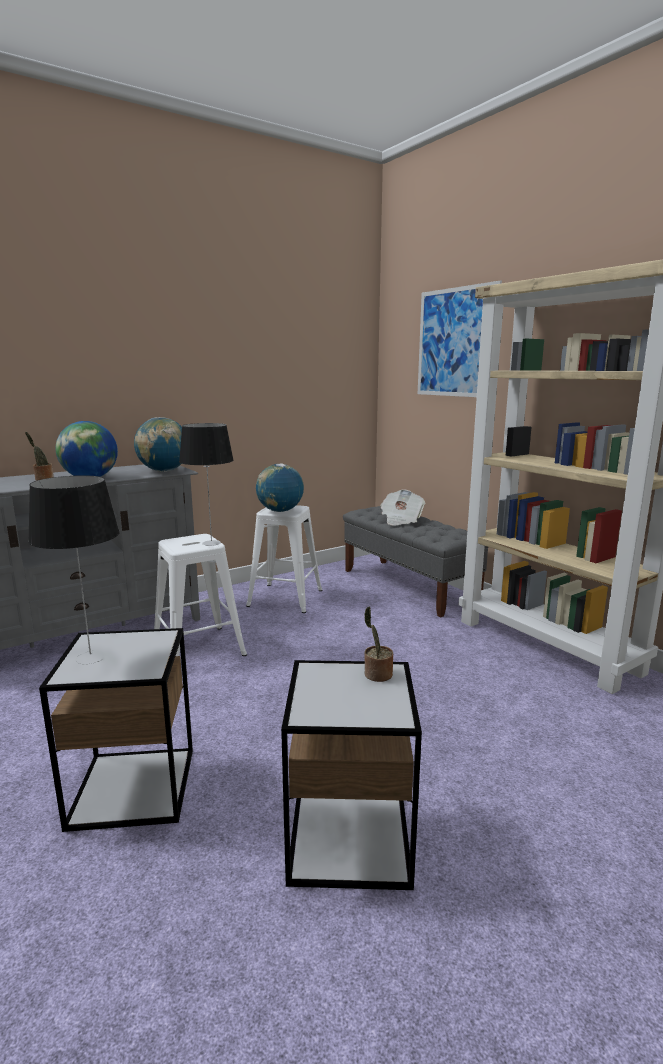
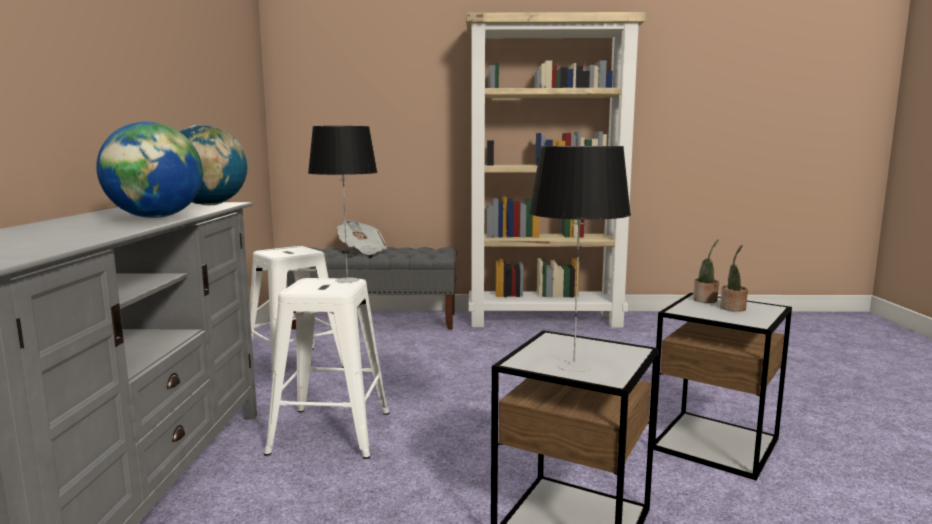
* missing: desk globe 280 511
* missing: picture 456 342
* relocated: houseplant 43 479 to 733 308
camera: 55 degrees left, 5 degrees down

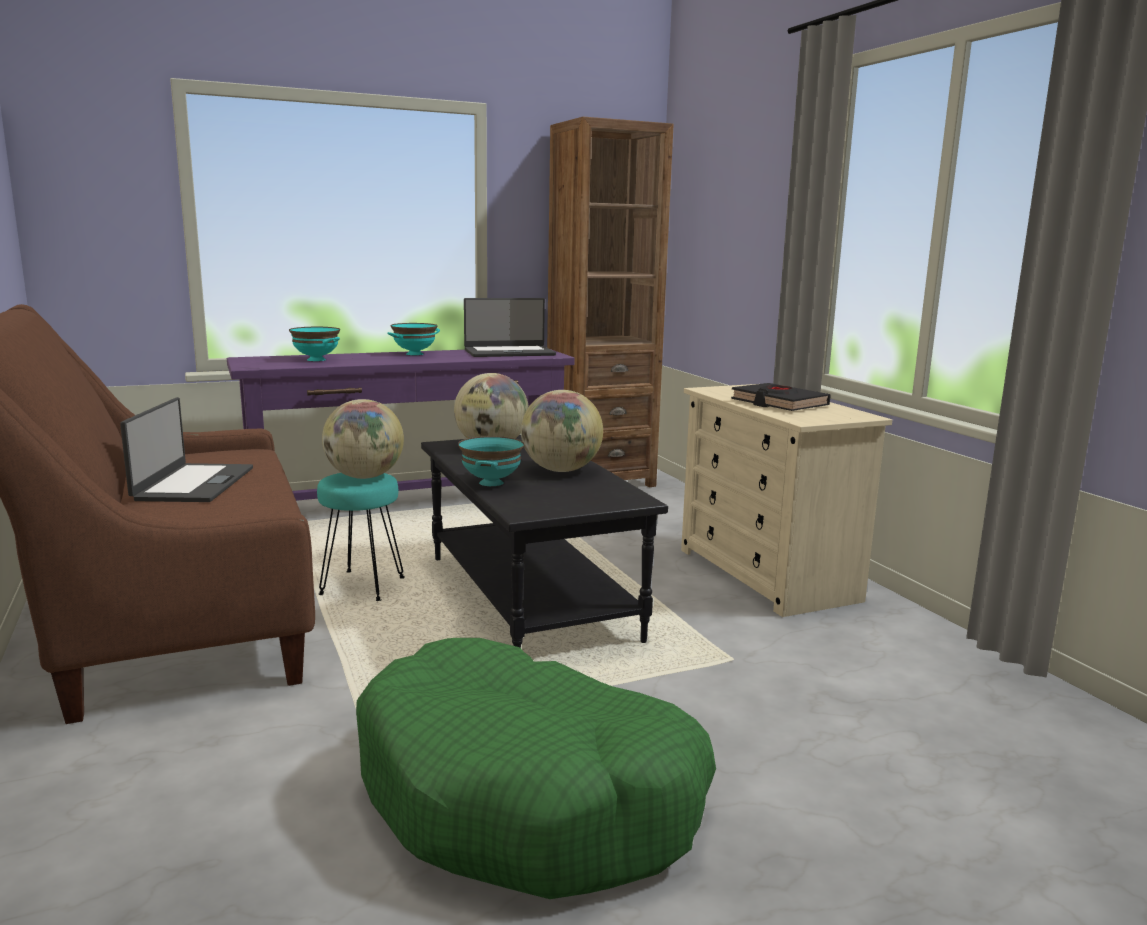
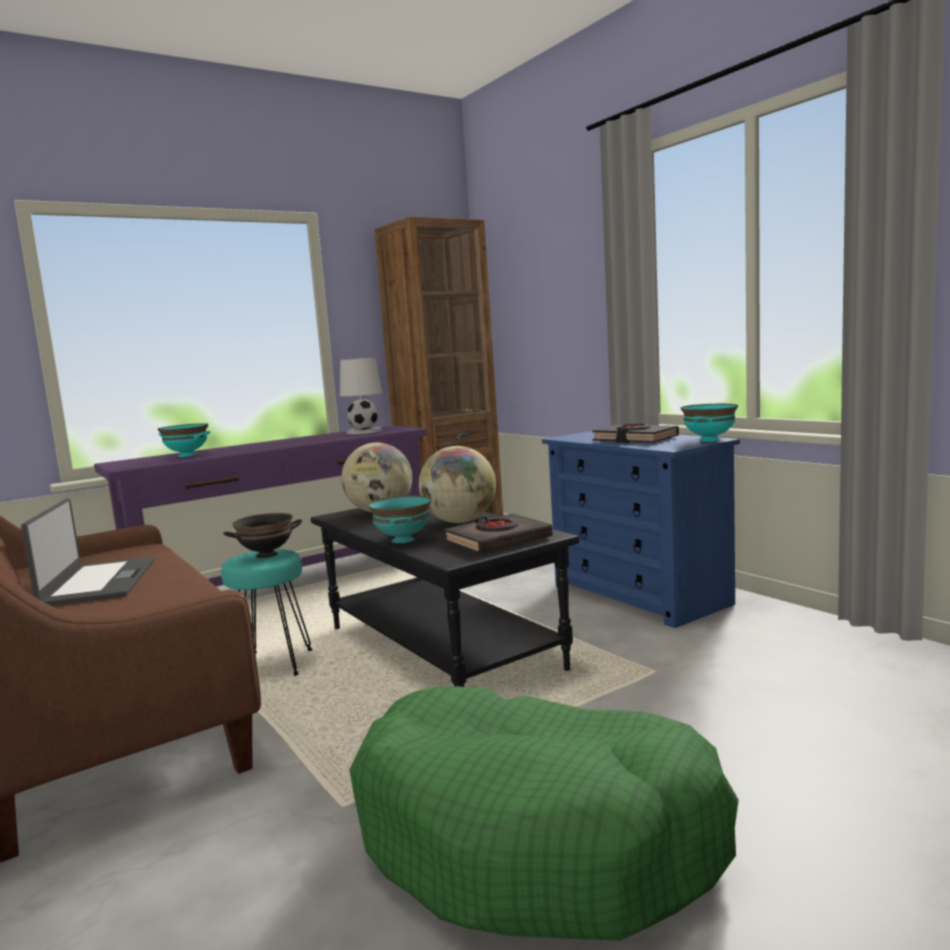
* appeared: black-coloured volume 498 540
* relocated: turquoise bowl 414 354 to 710 440
* exchanged: desk globe 364 477 to black-coloured bowl 266 555
* exchanged: laptop 509 352 to white table lamp 364 431
* colour: beige-coloured drawer chest 767 575 to blue-coloured drawer chest 640 595
camera: 10 degrees left, 5 degrees down

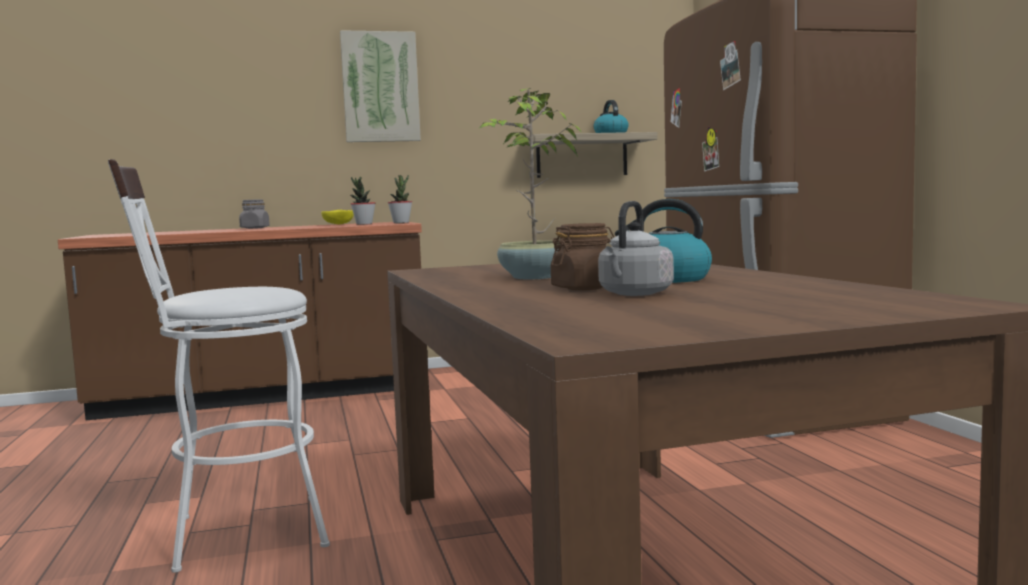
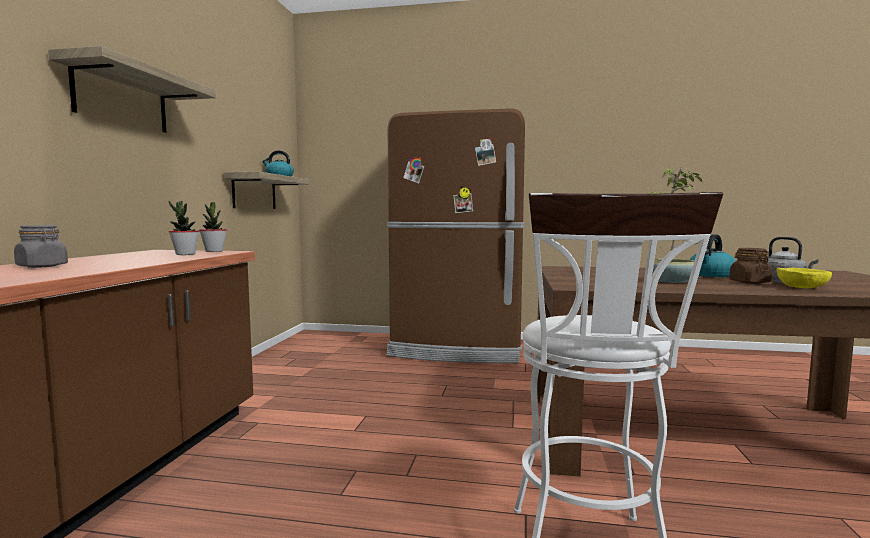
* relocated: yellowish bowl 338 224 to 801 288
* exchanged: picture 380 87 to bracket shelf 122 99
camera: 65 degrees left, 0 degrees up

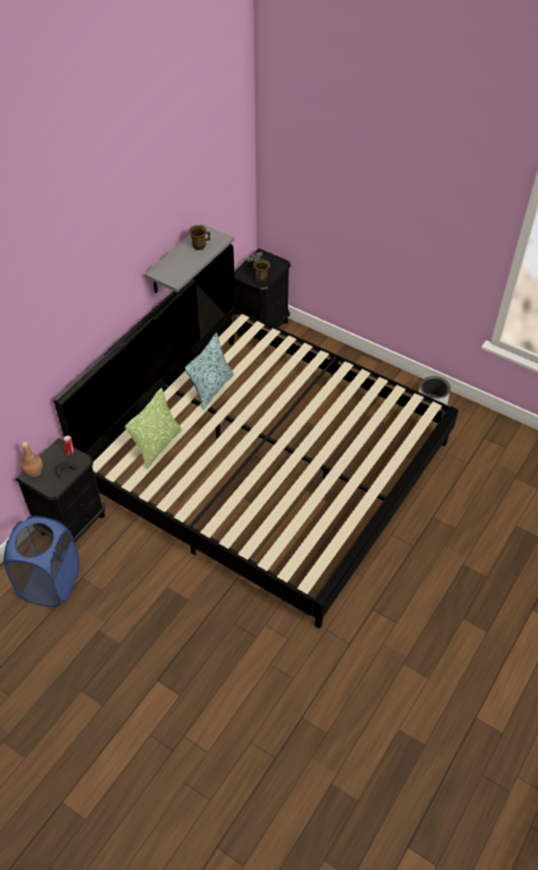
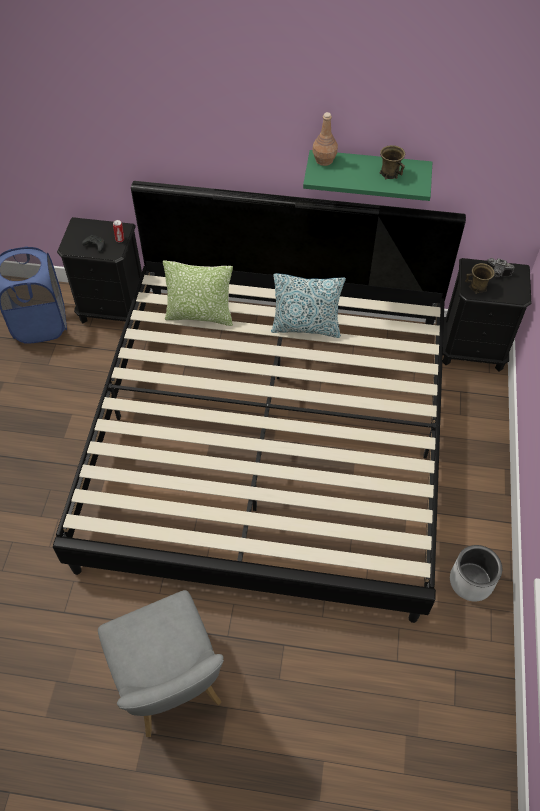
* appeared: greyish upright chair 171 686
* relocated: brownish beverage bottle 34 471 to 324 160
* colour: greyish bracket shelf 174 260 to green-coloured bracket shelf 368 172
camera: 65 degrees right, 5 degrees up

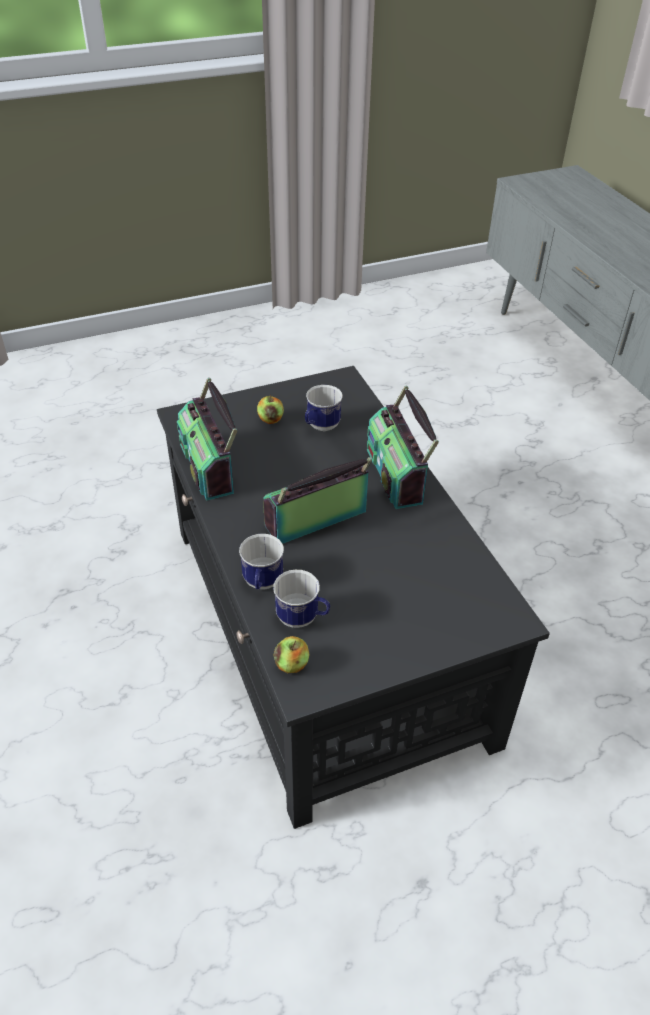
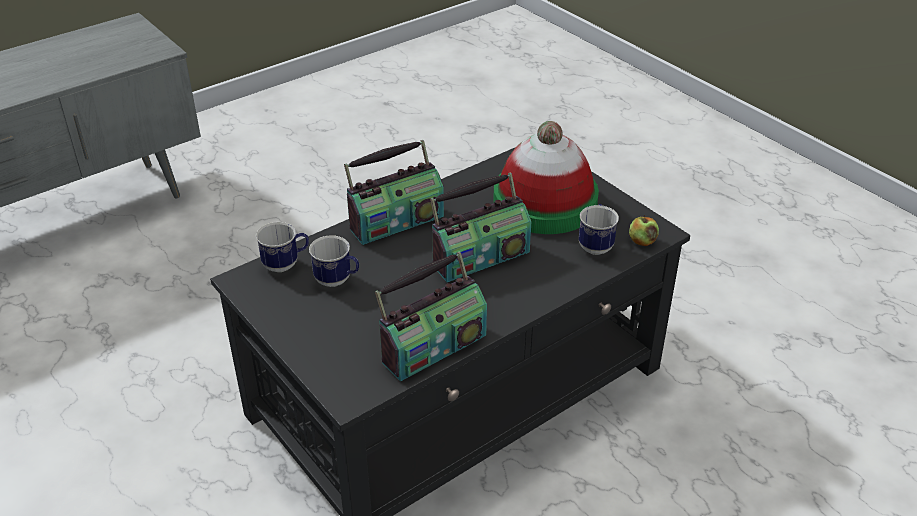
* missing: whole apple 270 419
* appeared: hat 545 202
* relocated: tea mug 262 584 to 286 264
* spun: radio 317 521 = 480 257 75 degrees counterclockwise
camera: 105 degrees left, 5 degrees down

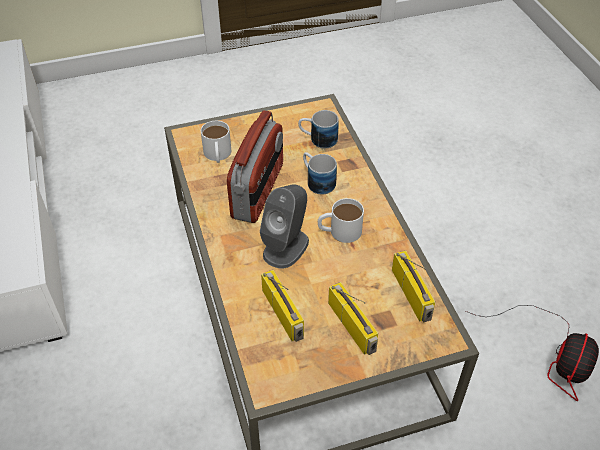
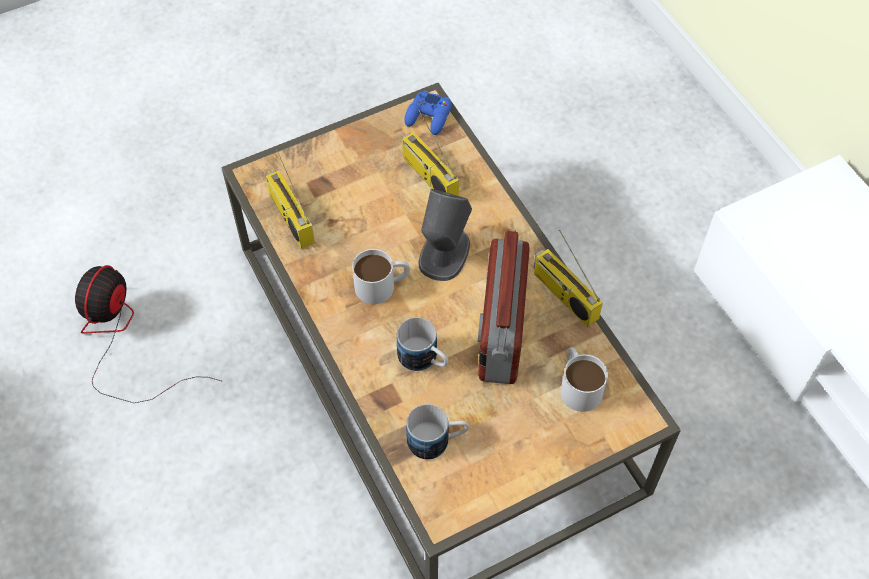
* appeared: blue-coloured joypad 428 117
* relocated: radio 353 326 to 563 295
camera: 170 degrees right, 10 degrees up

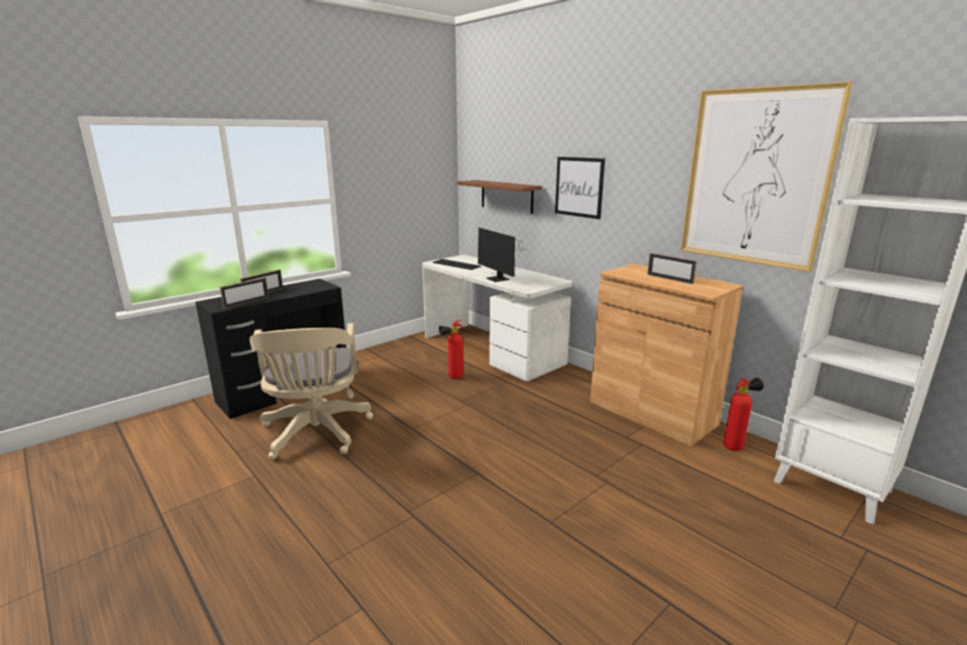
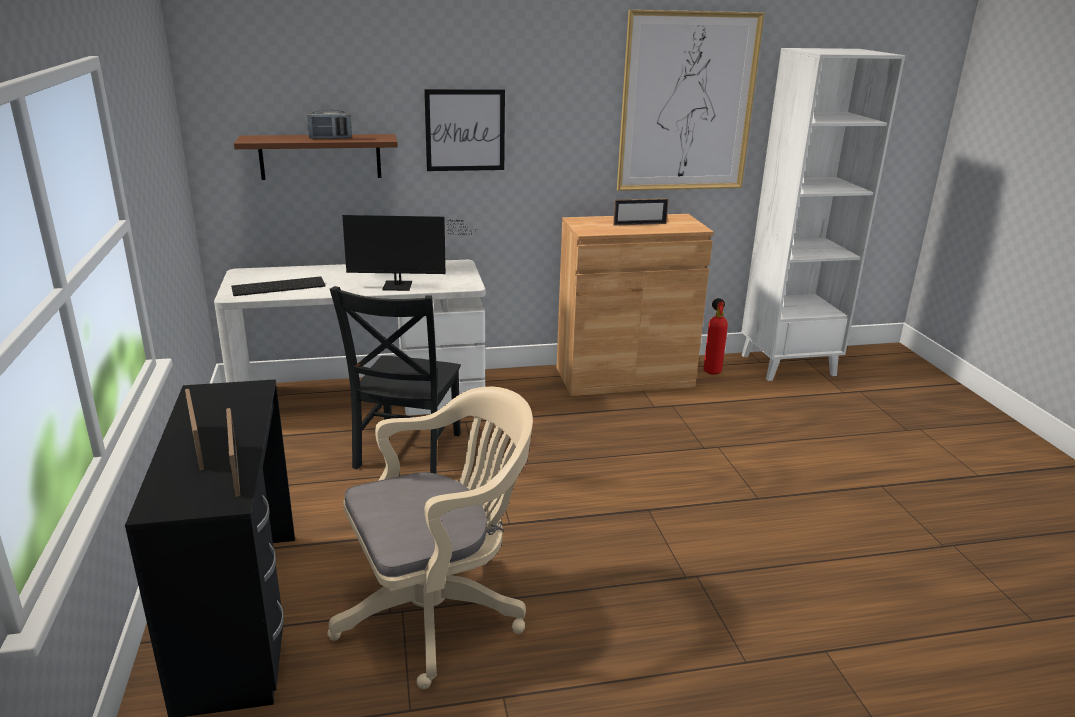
* appeared: radio 330 138
* exchanged: fire extinguisher 452 378 to black-coloured upright chair 406 453
* spun: beige-coloured office chair 316 434 = 439 611 45 degrees counterclockwise
camera: 60 degrees left, 5 degrees up

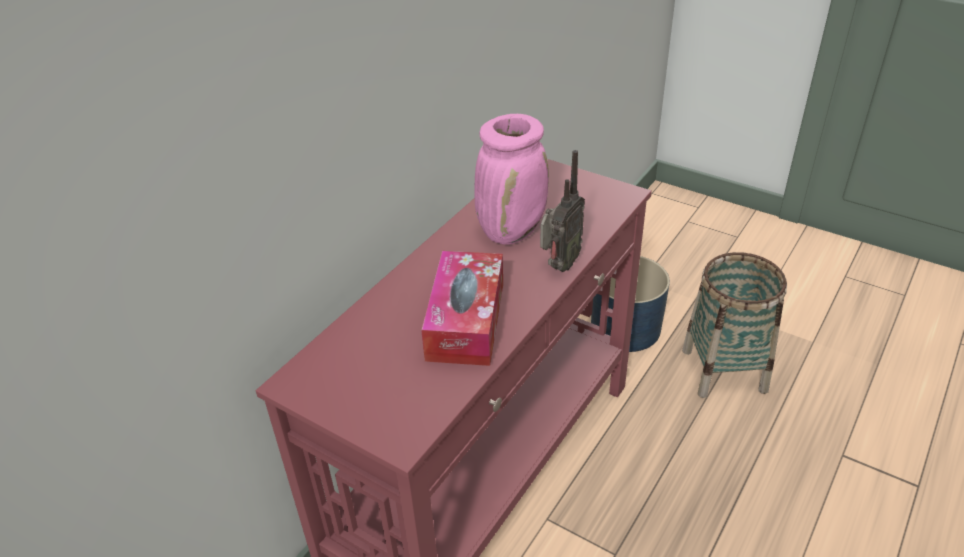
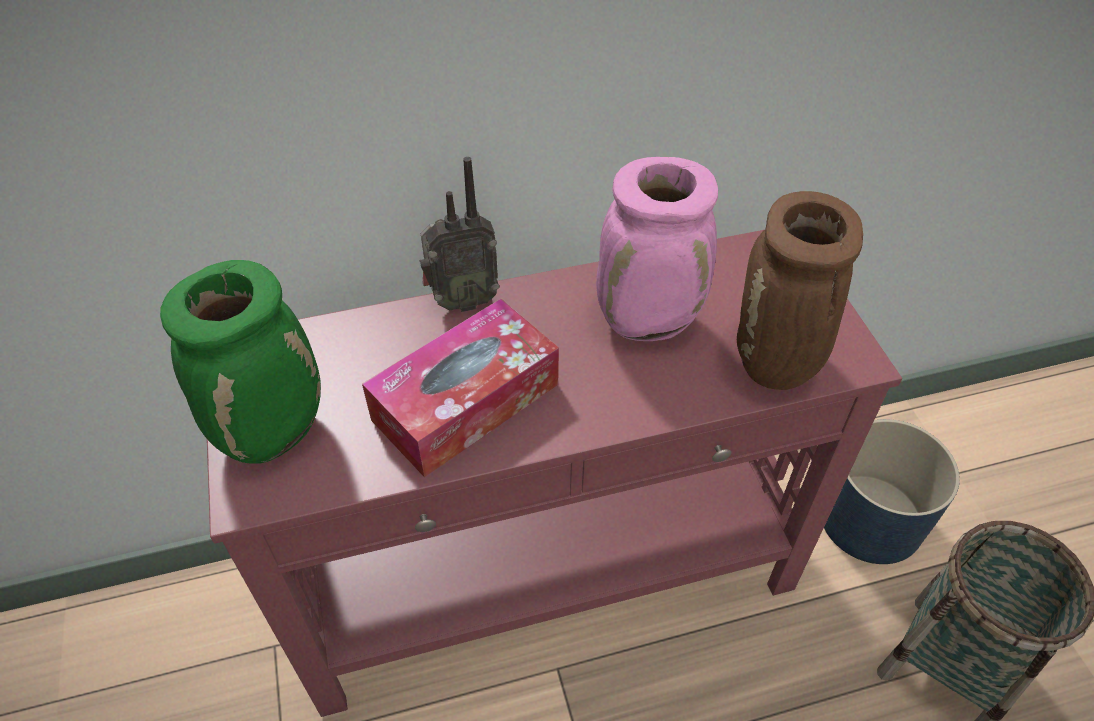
* appeared: green-coloured flower vase 273 431
* appeared: brownish flower vase 775 366
* relocated: radio 559 266 to 461 301
camera: 40 degrees right, 10 degrees up

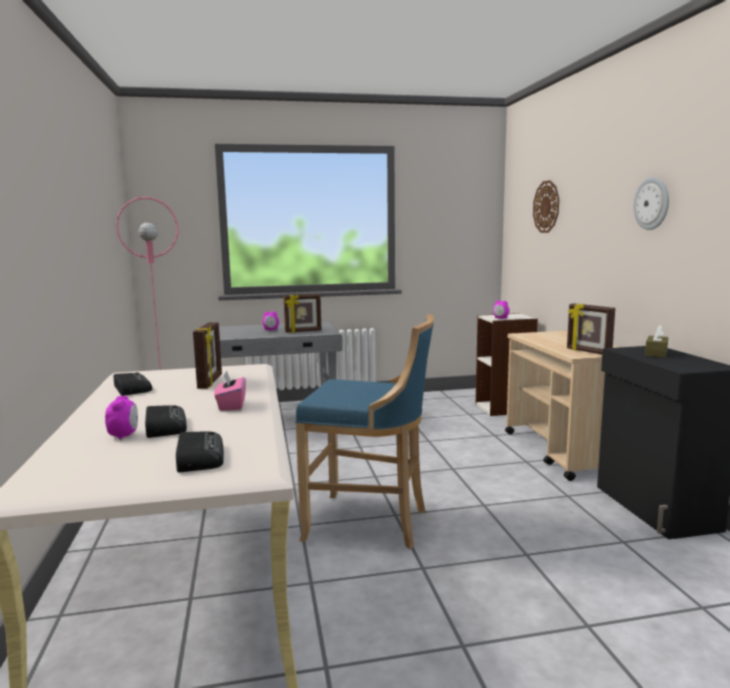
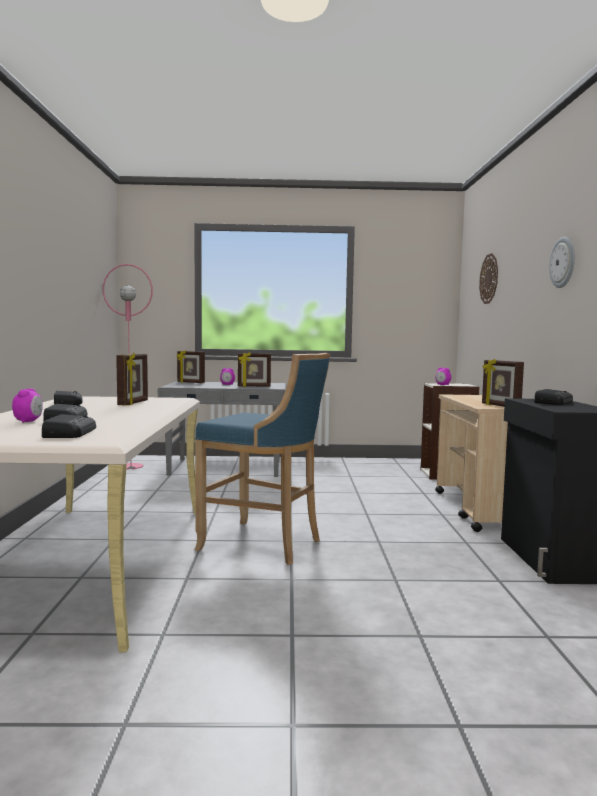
* missing: pink-coloured tissue holder 231 405
* appeared: photo frame 190 382
* exchanged: brownish tissue holder 656 353 to radio 553 402
camera: 10 degrees right, 5 degrees down

